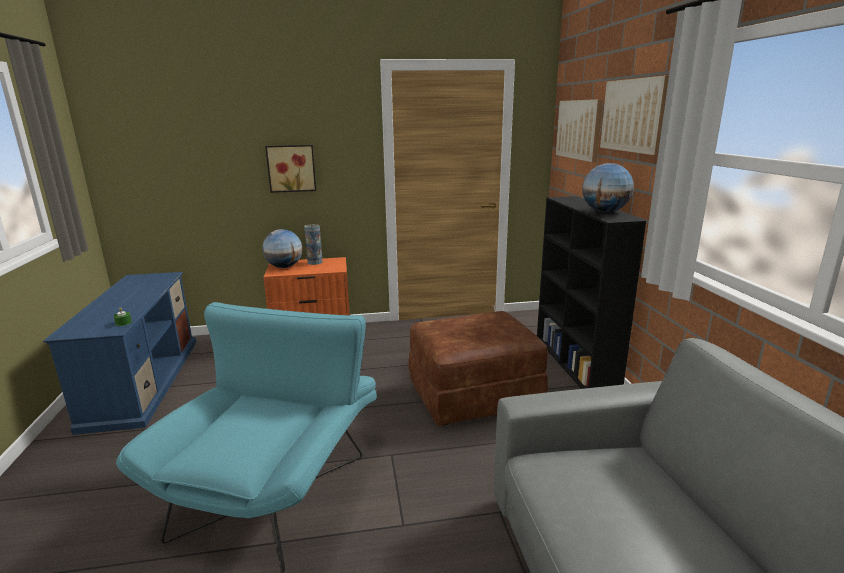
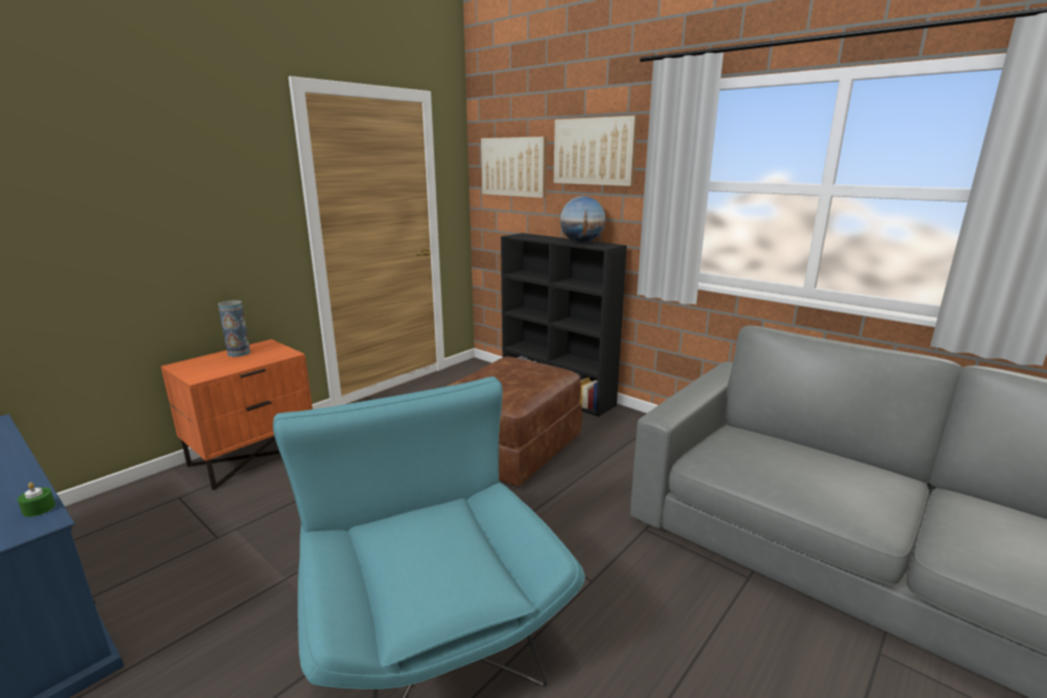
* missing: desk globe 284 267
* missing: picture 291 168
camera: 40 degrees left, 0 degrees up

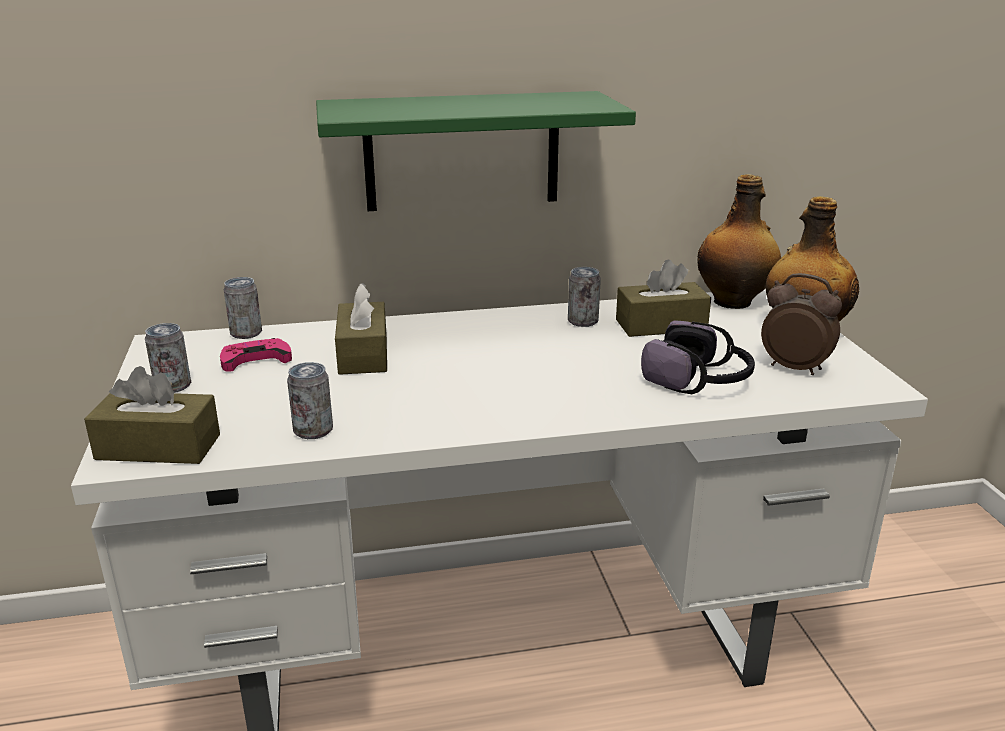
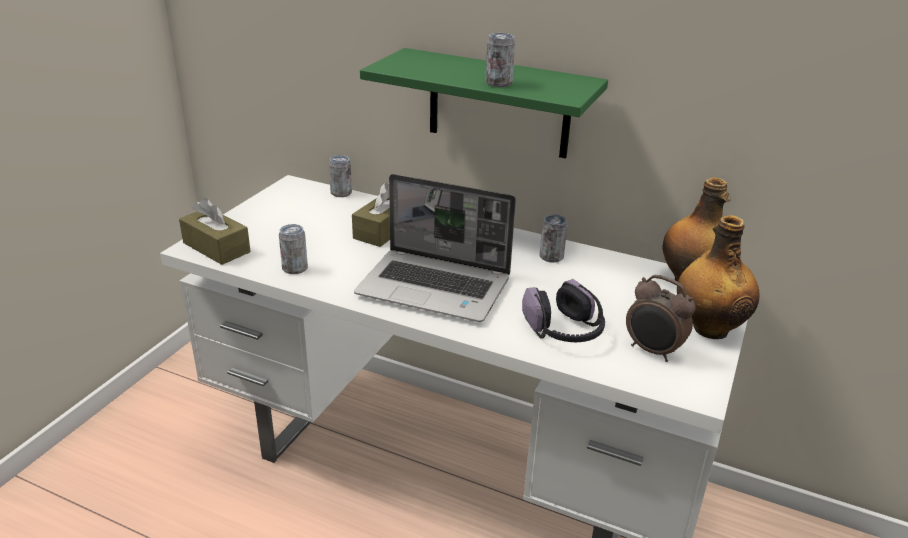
* missing: pink-coloured joypad 255 360
* missing: brownish tissue holder 661 325
* appeared: laptop 436 287
* relocated: can 173 386 to 498 83
* spun: bedside clock 794 367 = 652 351 150 degrees clockwise
camera: 35 degrees right, 5 degrees up

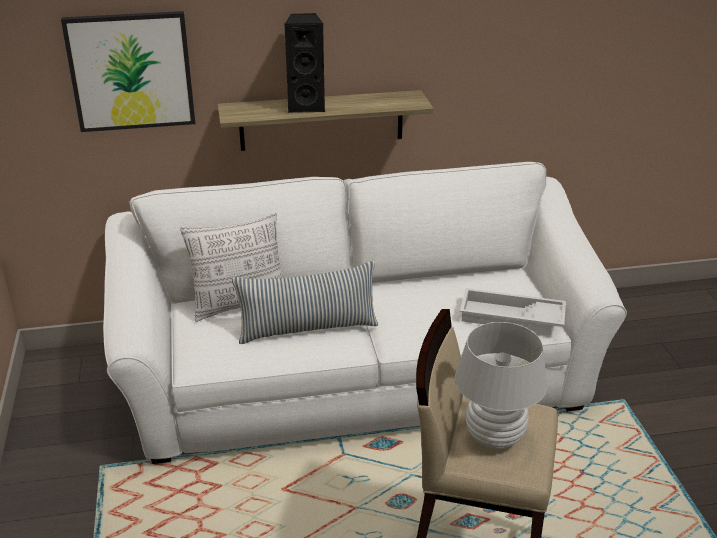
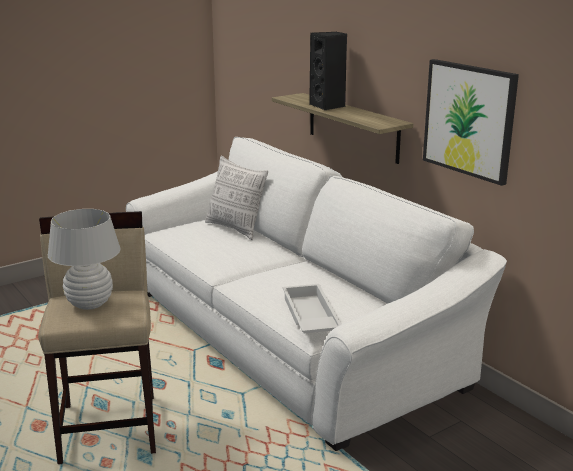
* missing: throw pillow 308 329
* relocated: picture 131 71 to 469 120
camera: 65 degrees right, 10 degrees down

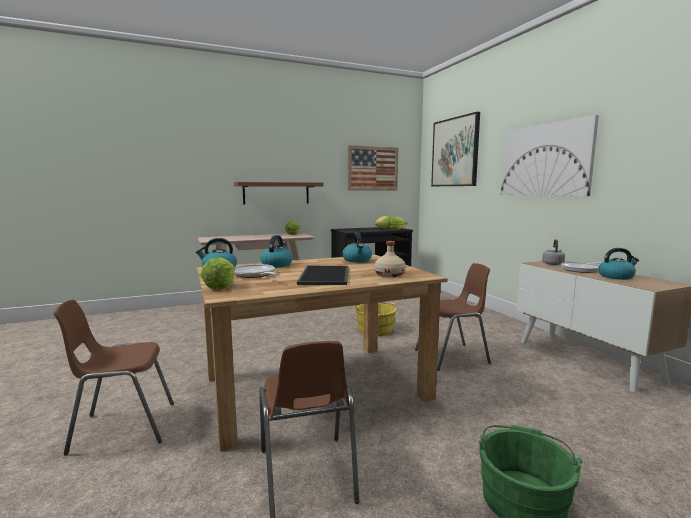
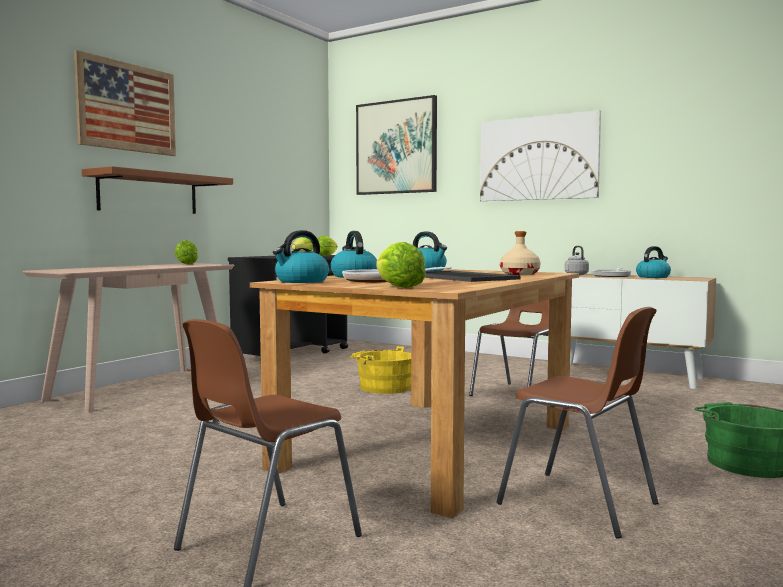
* relocated: picture 372 168 to 127 107
camera: 35 degrees left, 5 degrees down

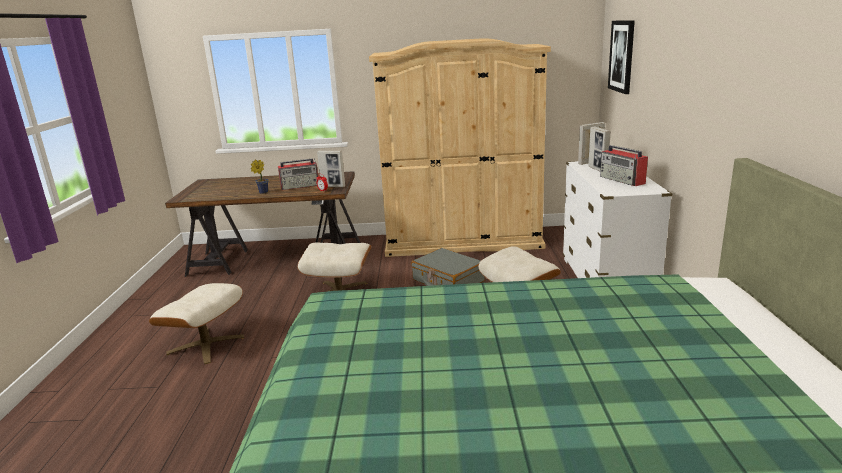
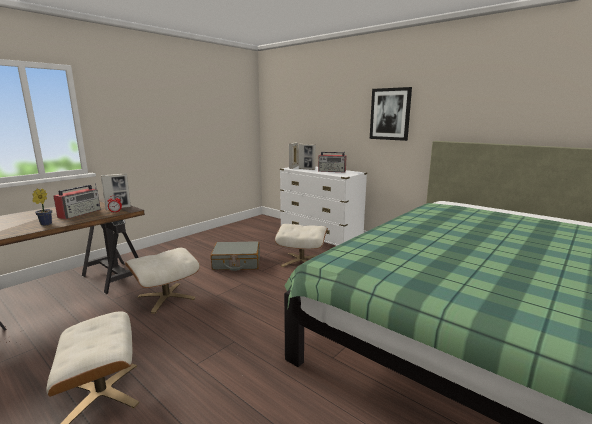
* missing: beige-coloured armoire 462 241
* relocated: picture 622 56 to 390 114
camera: 50 degrees left, 5 degrees down

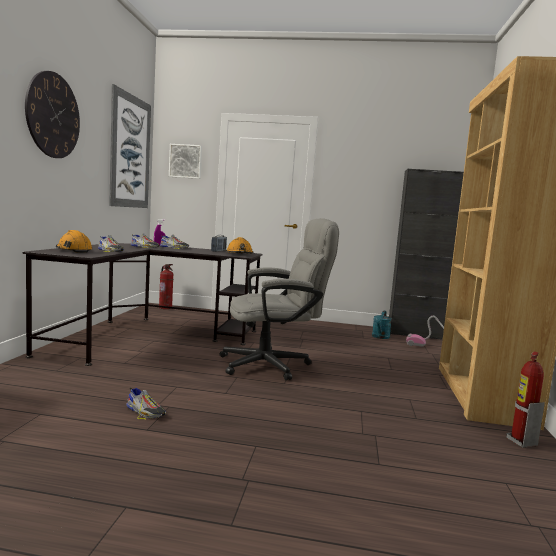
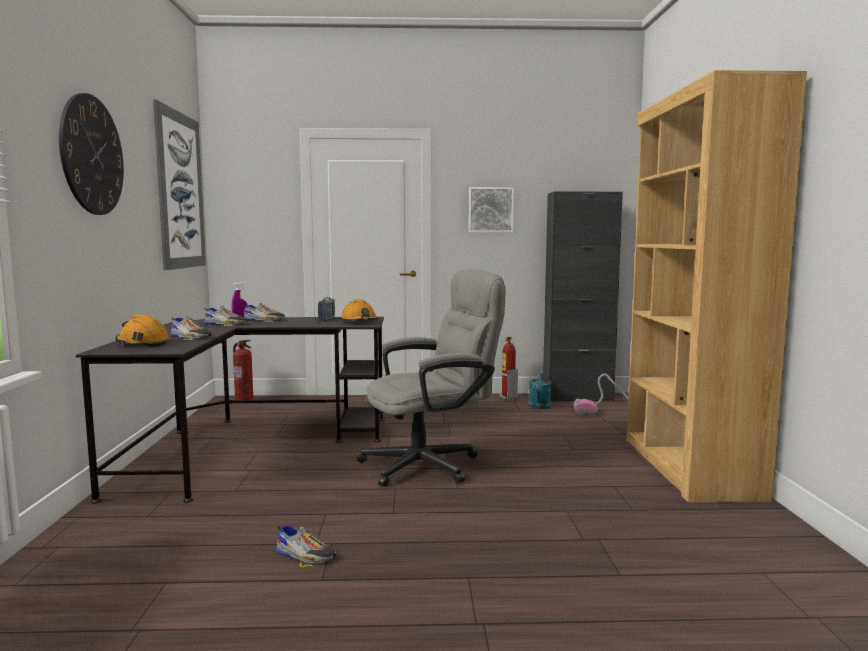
* relocated: picture 186 161 to 490 210
* relocated: fire extinguisher 521 441 to 507 397
camera: 10 degrees left, 0 degrees up

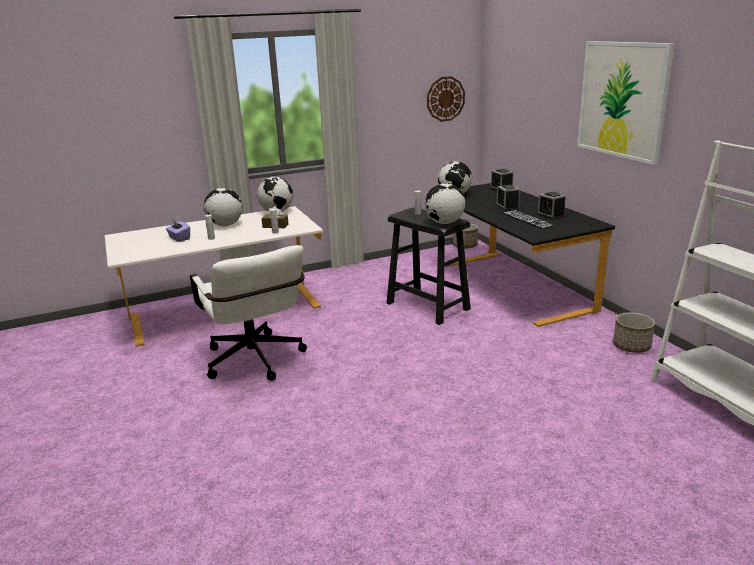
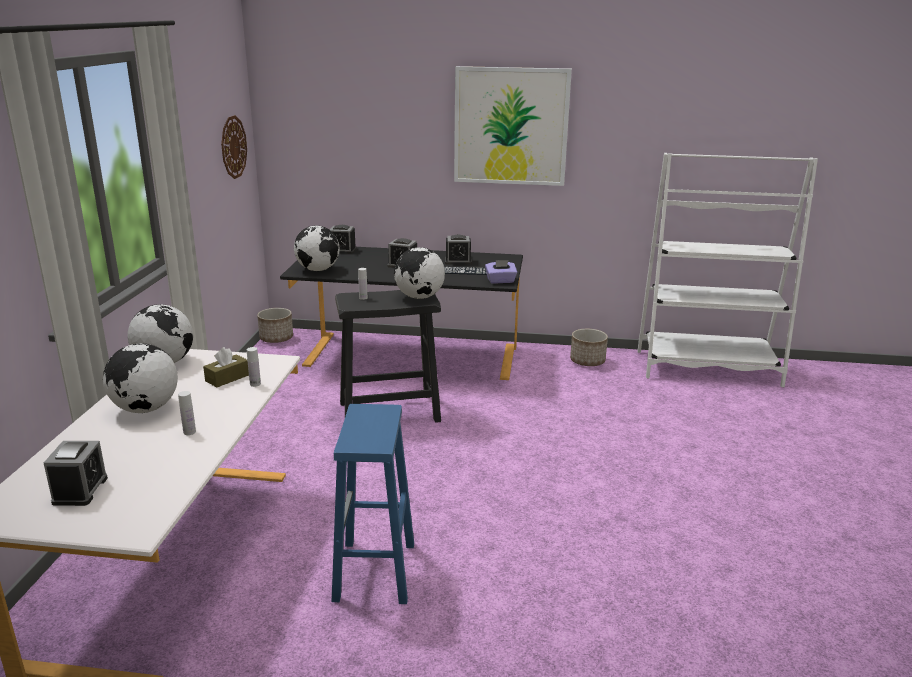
* appeared: bedside clock 80 490
* relocated: purple-coloured tissue holder 179 238 to 500 281
* exchanged: white office chair 256 363 to blue-coloured stool seat 375 572
camera: 60 degrees left, 0 degrees up

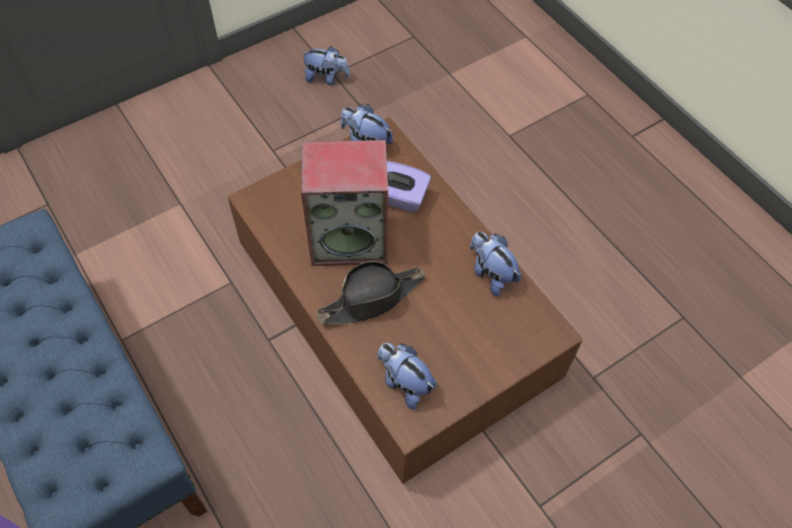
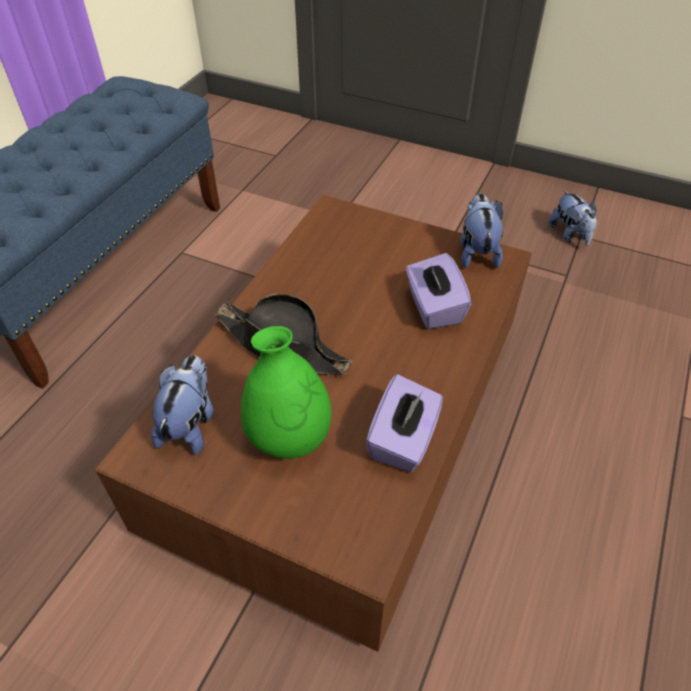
* missing: loudspeaker 350 239
* appeared: green-coloured flower vase 289 438
* exchanged: plush toy 491 274 to purple-coloured tissue holder 403 440
camera: 60 degrees right, 10 degrees down

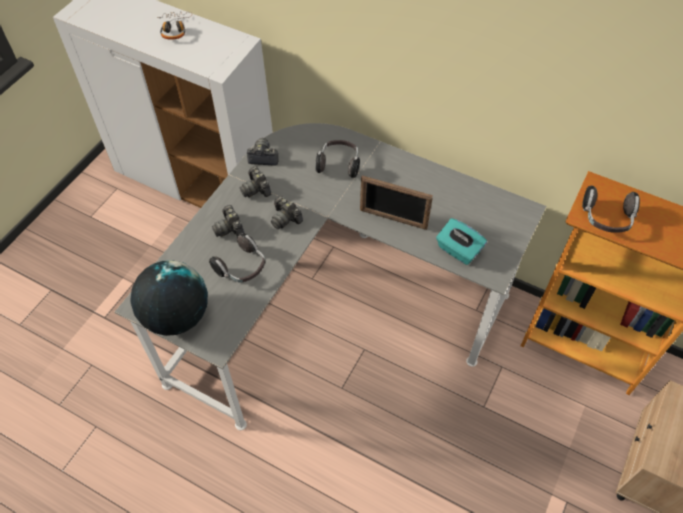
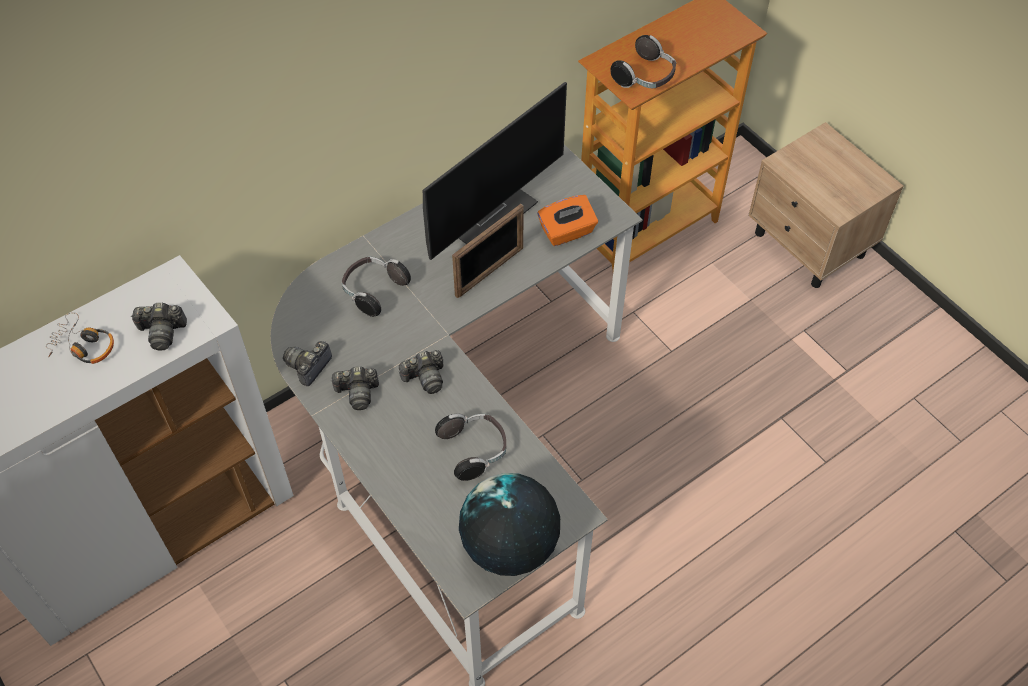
* appeared: computer display 488 212
* relocated: still camera 229 228 to 162 332
* colour: turquoise tissue holder 458 250 to orange tissue holder 567 232
camera: 65 degrees left, 0 degrees up

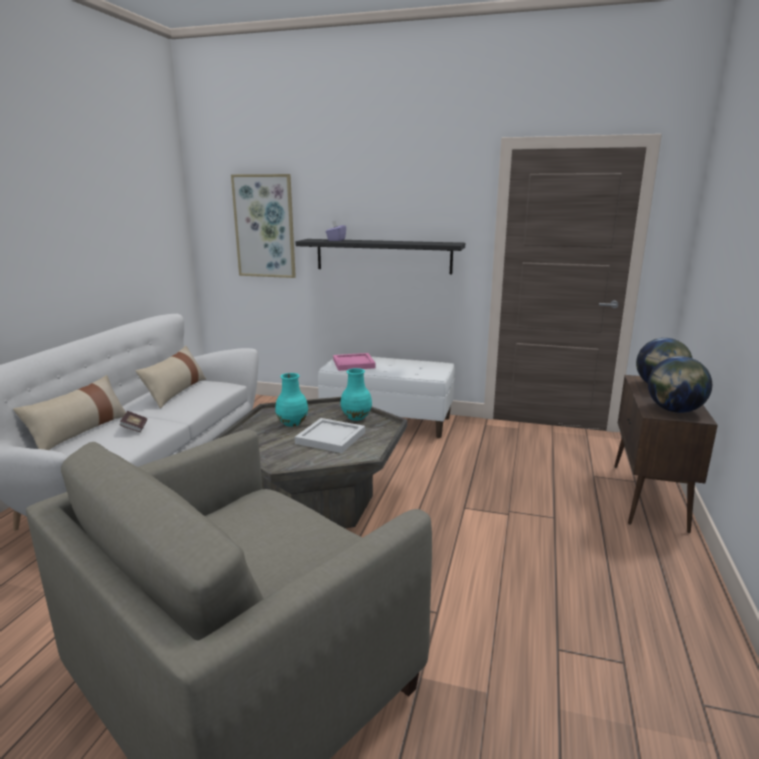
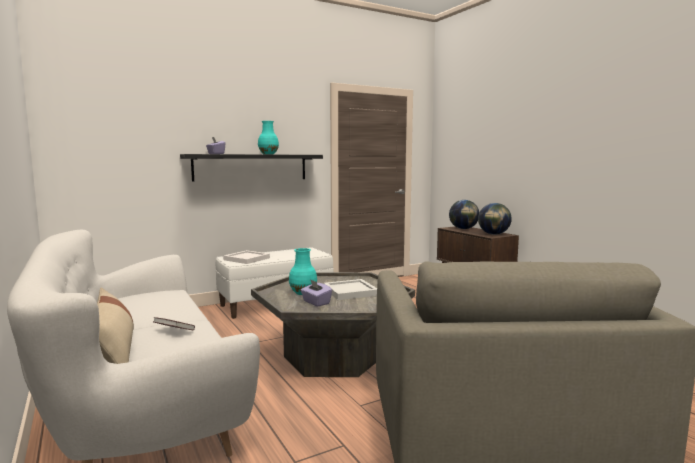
* missing: beige-coloured throw pillow 176 392
* missing: picture 264 226
* appeared: purple-coloured tissue holder 316 302
* relocated: turquoise flower vase 356 417 to 268 154
* colour: pink-coloured serving tray 353 364 to white serving tray 246 259
camera: 45 degrees left, 10 degrees down

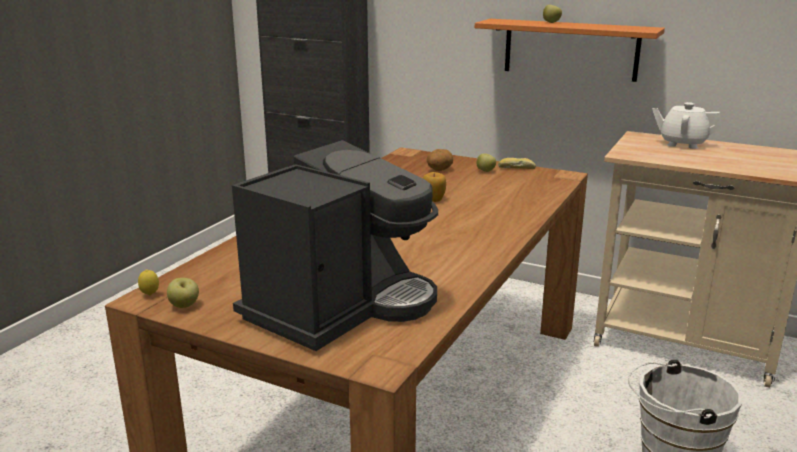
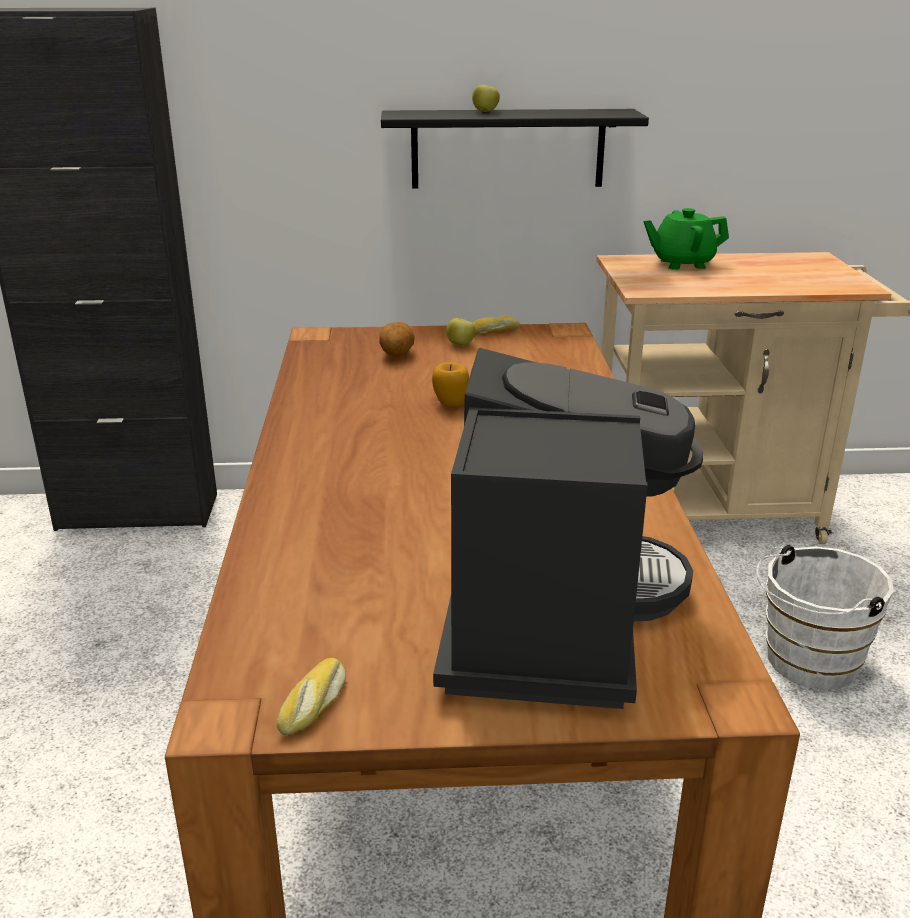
* missing: citrus fruit 150 295
* exchanged: whole apple 184 306 to bread 315 705
* colour: orange bracket shelf 570 49 to black-coloured bracket shelf 508 149
* colour: white pot for tea 682 143 to green-coloured pot for tea 682 263
camera: 30 degrees left, 5 degrees up

